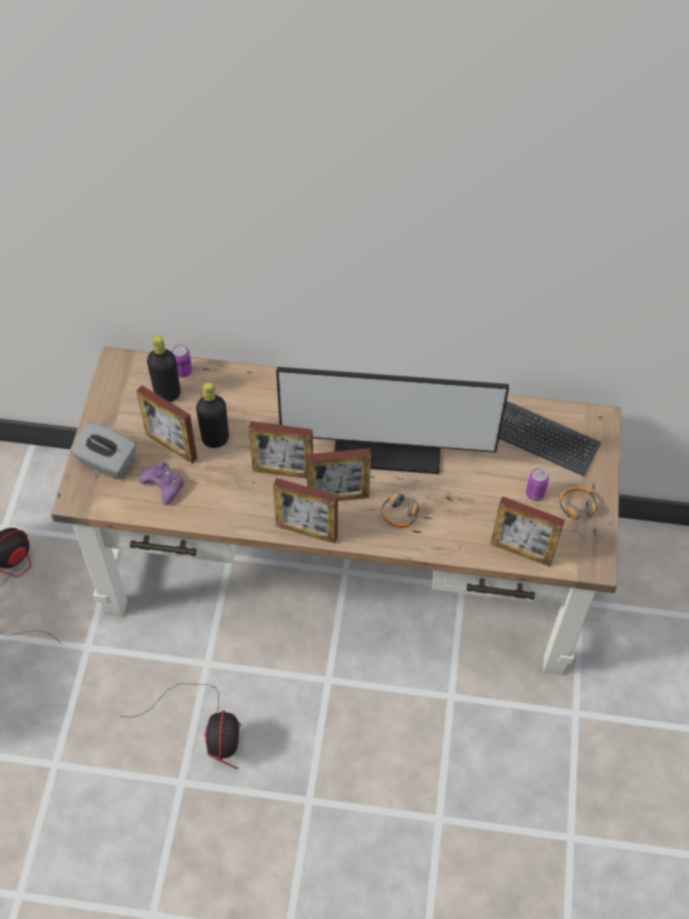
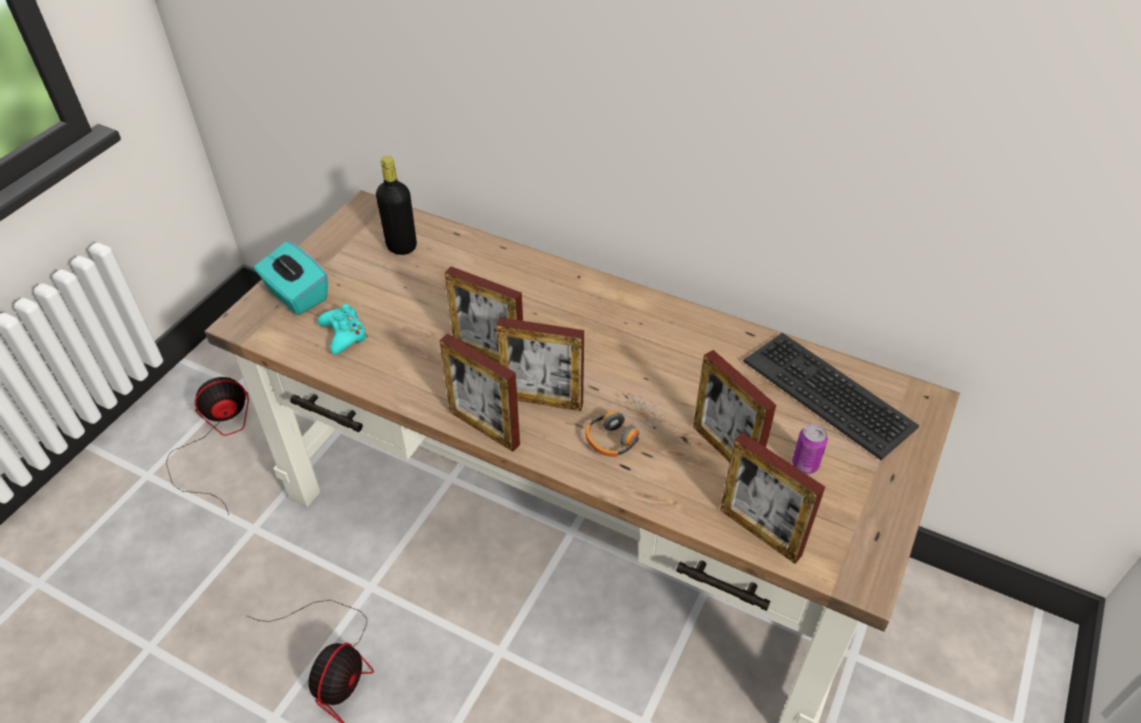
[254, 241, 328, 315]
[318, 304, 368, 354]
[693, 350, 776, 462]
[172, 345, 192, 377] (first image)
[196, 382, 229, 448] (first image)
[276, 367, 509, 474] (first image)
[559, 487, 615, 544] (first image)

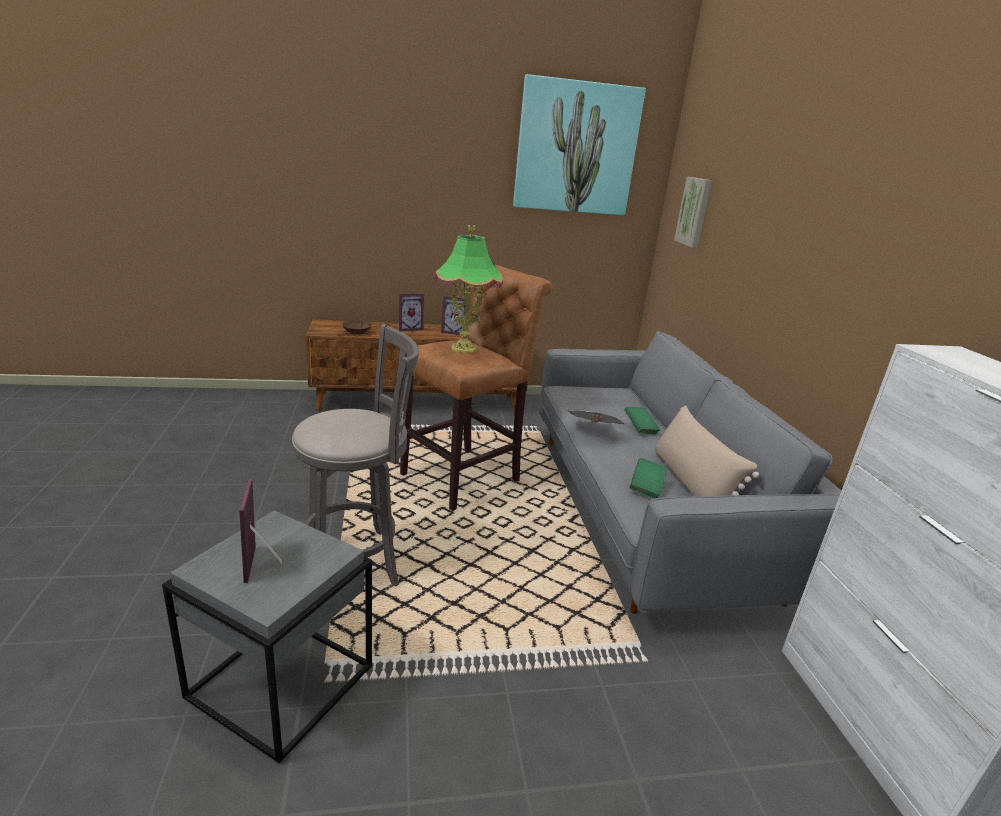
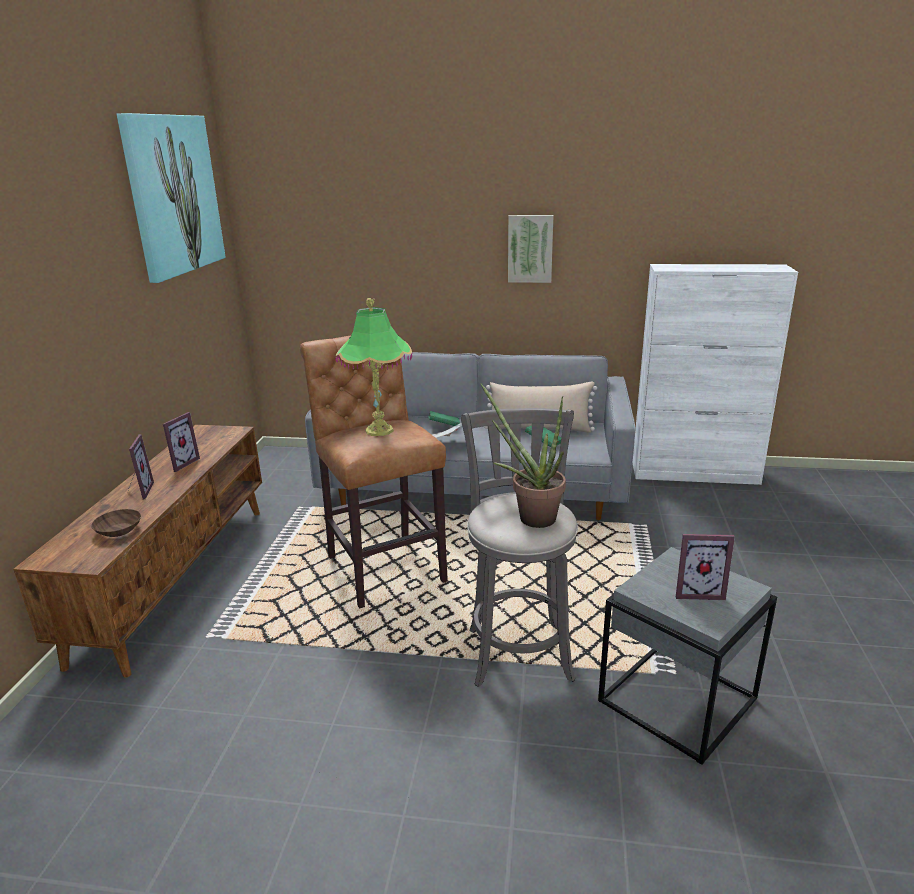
[481, 384, 566, 528]
[508, 215, 554, 283]

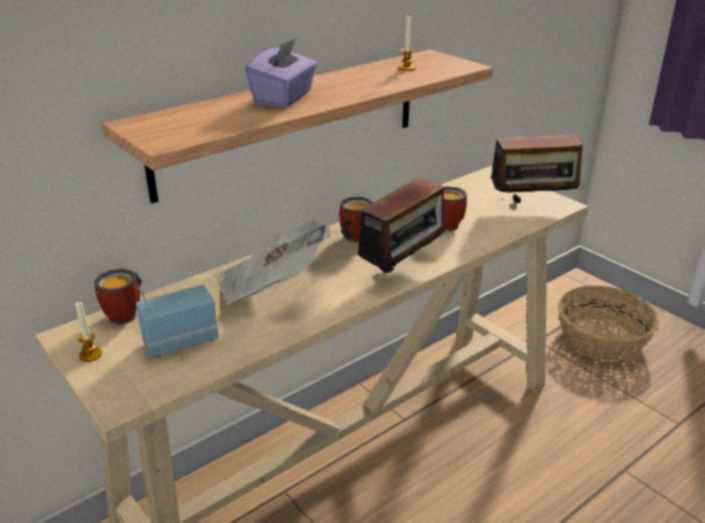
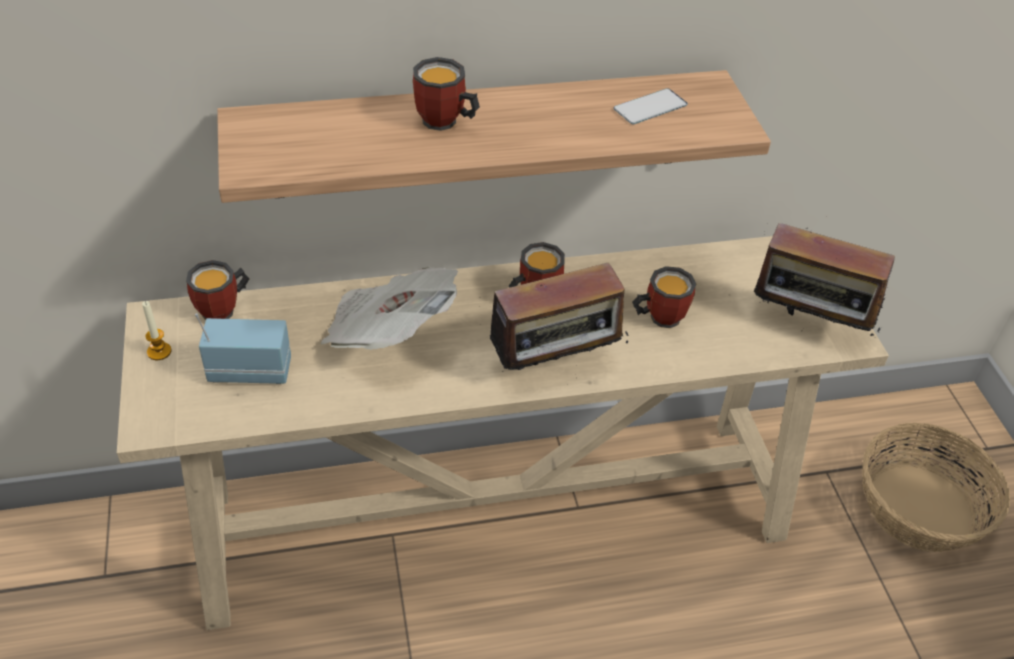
[413, 57, 480, 131]
[614, 88, 688, 124]

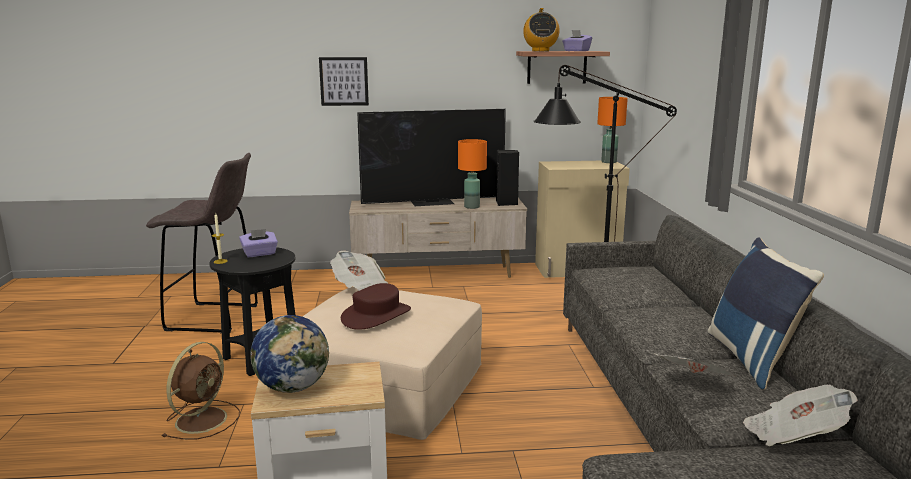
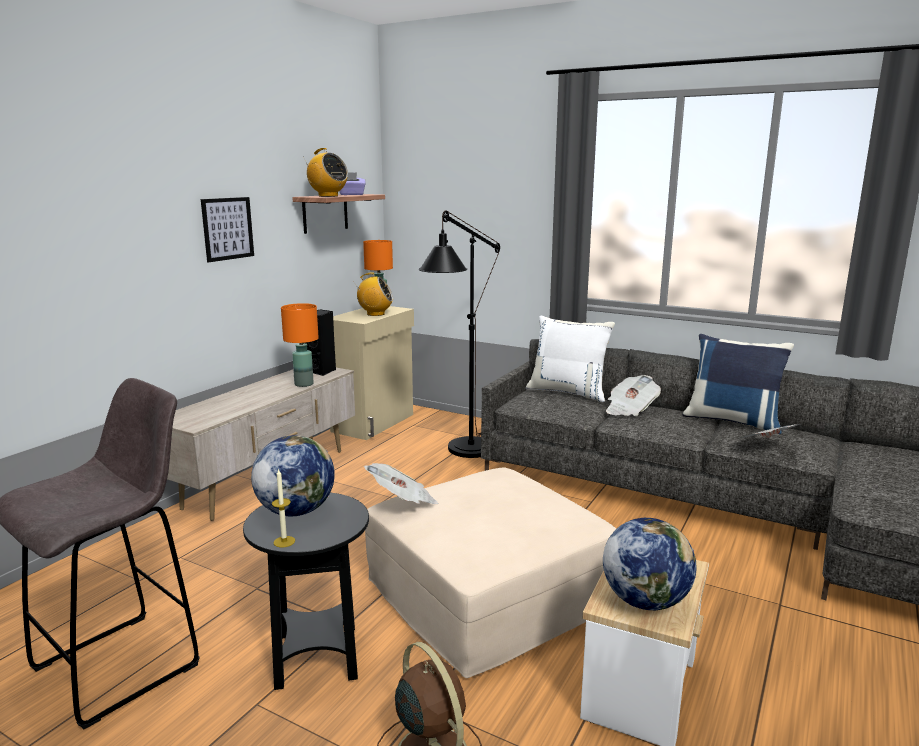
[201, 197, 254, 262]
[251, 435, 335, 516]
[356, 272, 393, 316]
[526, 316, 615, 402]
[606, 375, 661, 416]
[341, 283, 411, 330] (first image)
[357, 109, 506, 206] (first image)

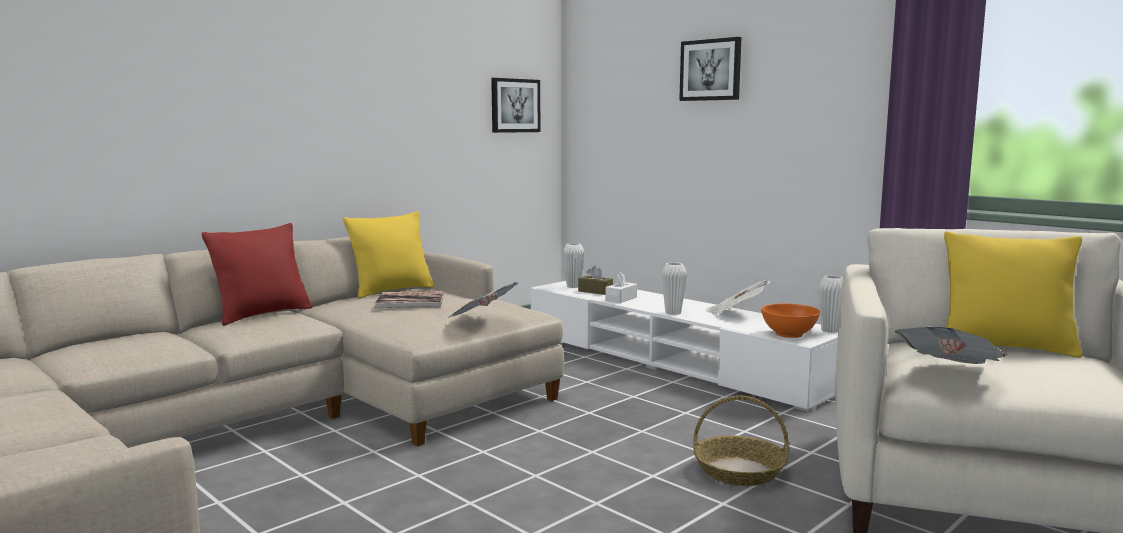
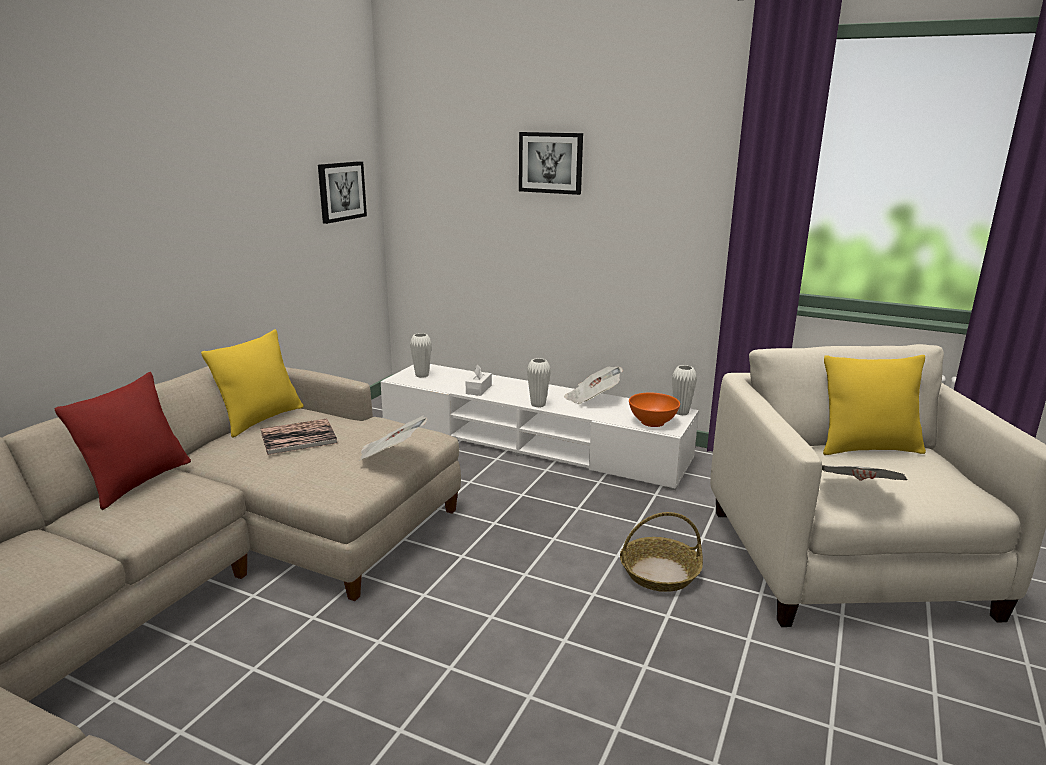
[578, 266, 613, 295] (first image)

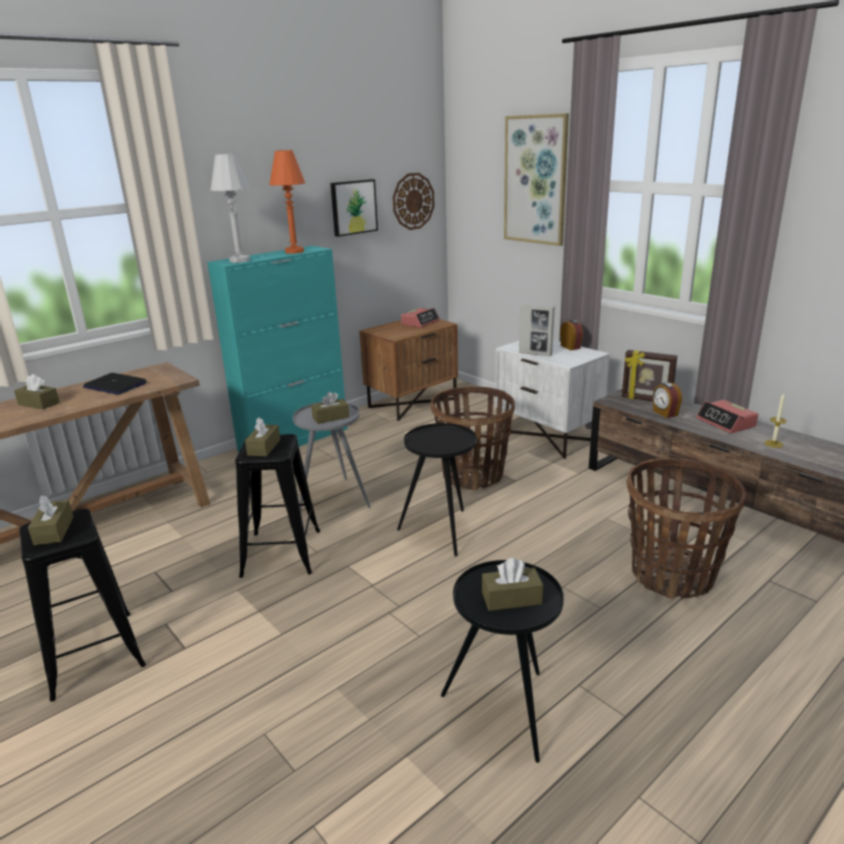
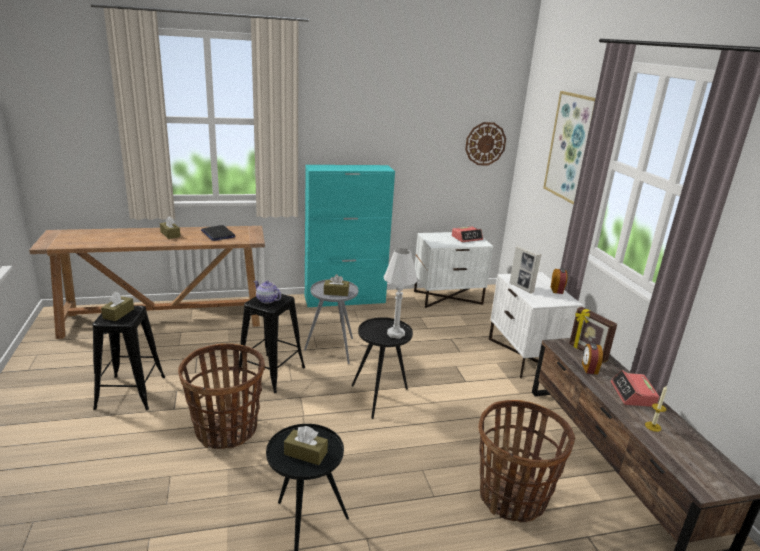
[178, 343, 265, 449]
[254, 281, 281, 304]
[383, 248, 417, 339]
[414, 232, 493, 308]
[269, 150, 305, 254] (first image)
[330, 179, 378, 237] (first image)

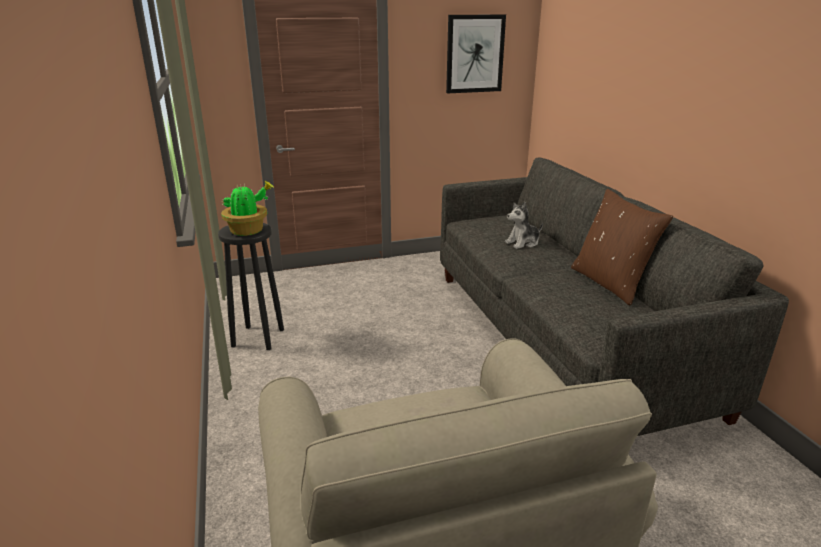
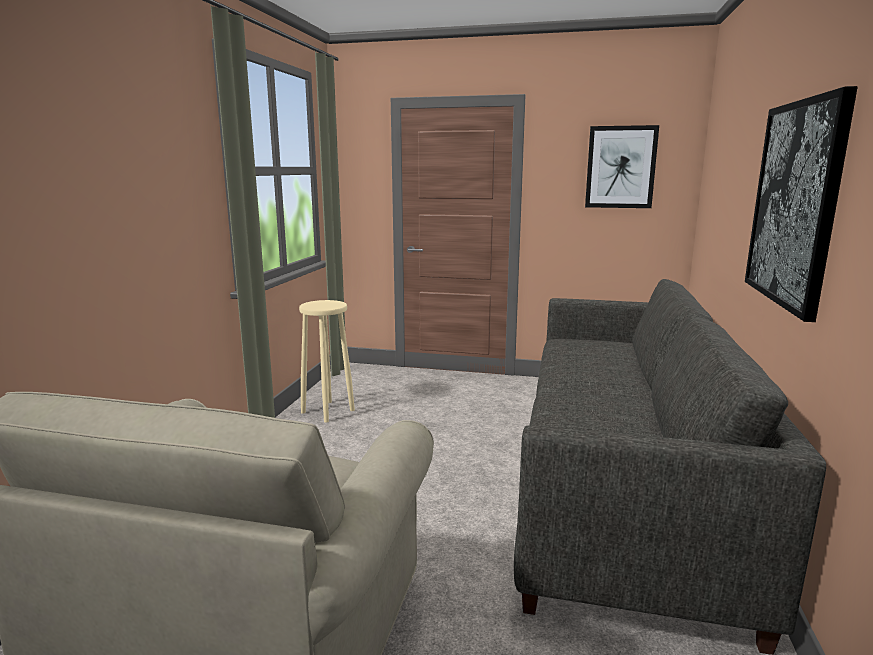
[299, 300, 355, 423]
[745, 86, 858, 322]
[220, 181, 273, 236] (first image)
[505, 202, 543, 249] (first image)
[571, 189, 673, 305] (first image)

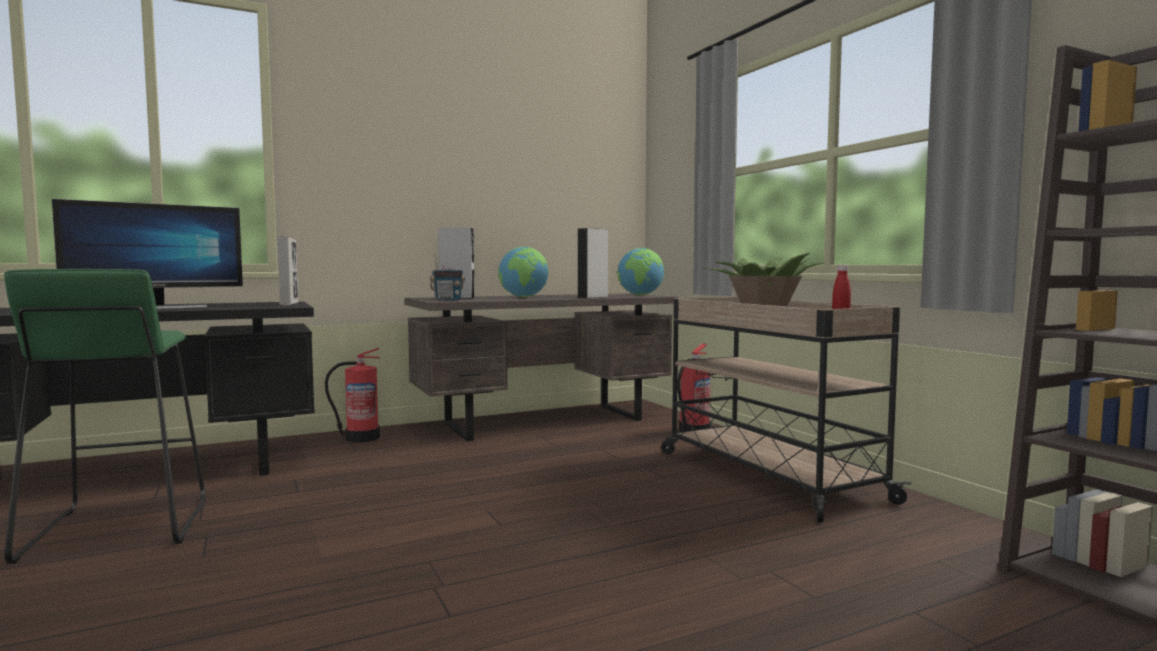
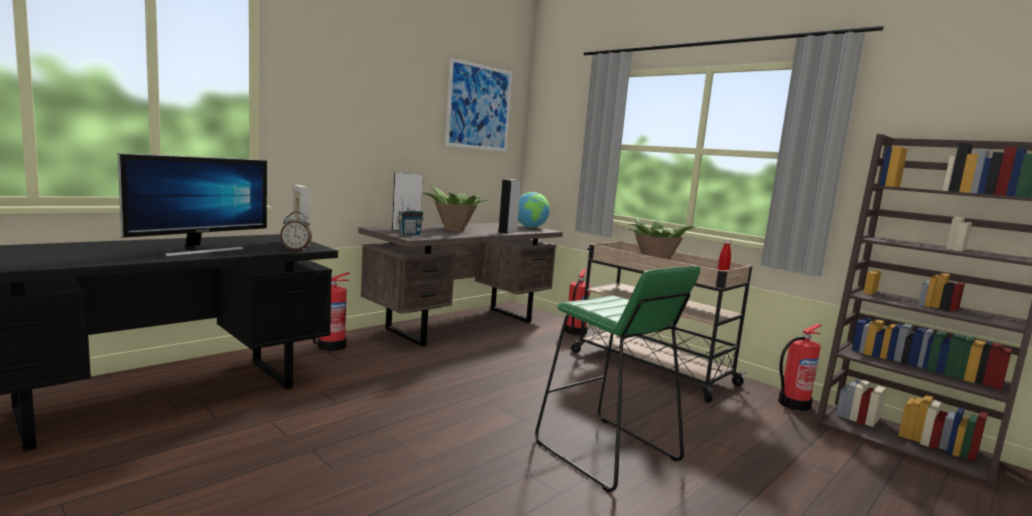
[280, 212, 312, 251]
[422, 186, 491, 231]
[445, 58, 512, 151]
[535, 266, 700, 492]
[778, 323, 822, 411]

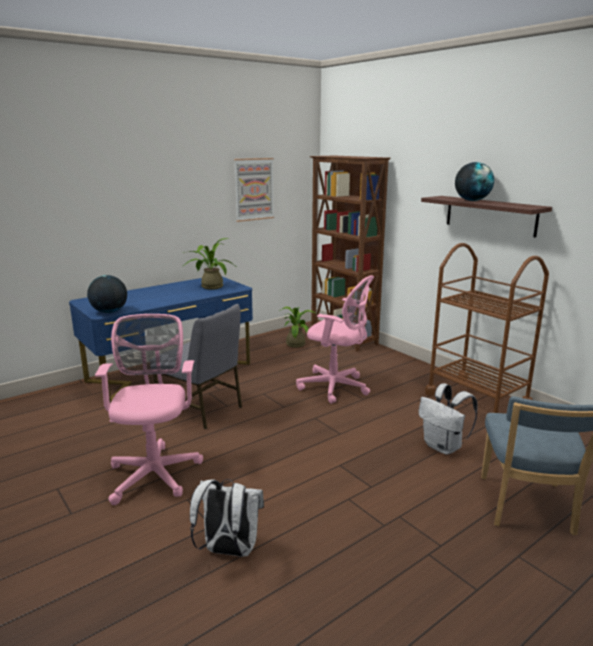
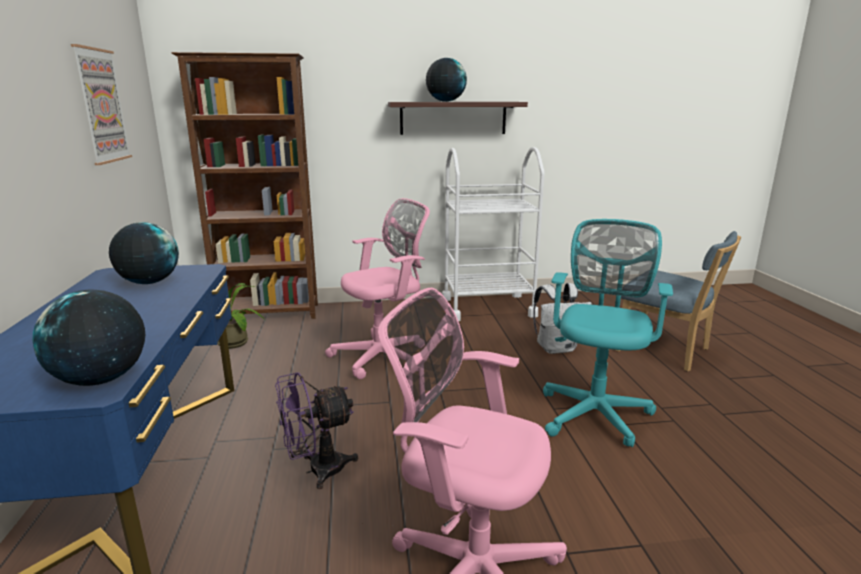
[109, 222, 179, 284]
[275, 372, 358, 489]
[442, 147, 545, 321]
[543, 219, 673, 447]
[190, 479, 264, 557] (first image)

